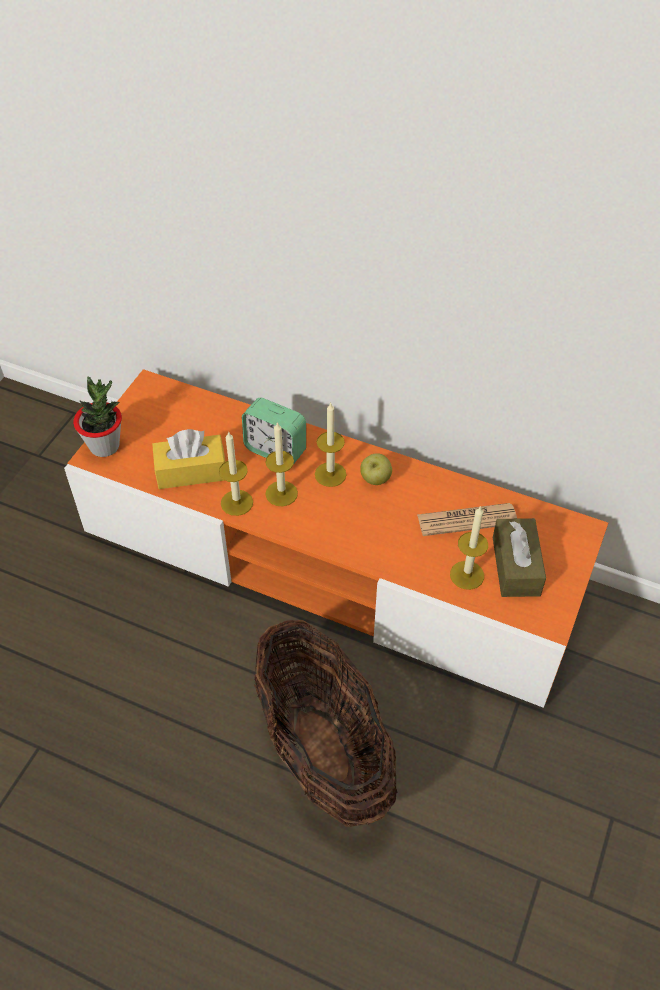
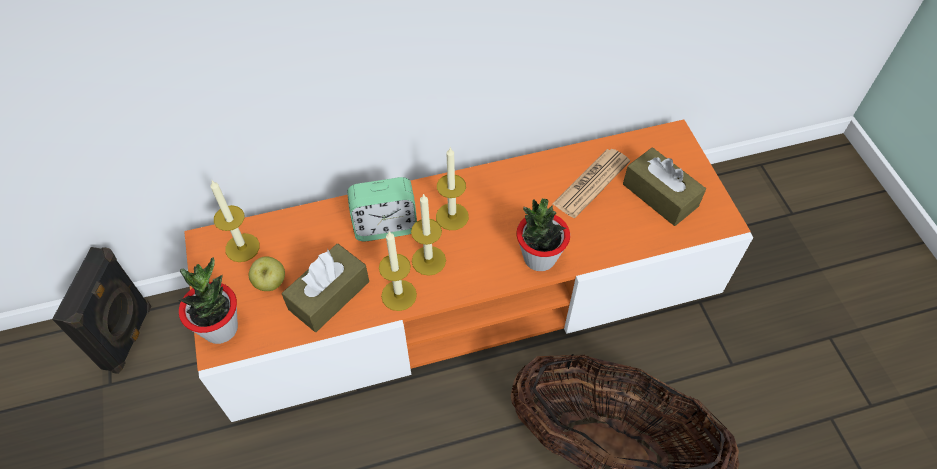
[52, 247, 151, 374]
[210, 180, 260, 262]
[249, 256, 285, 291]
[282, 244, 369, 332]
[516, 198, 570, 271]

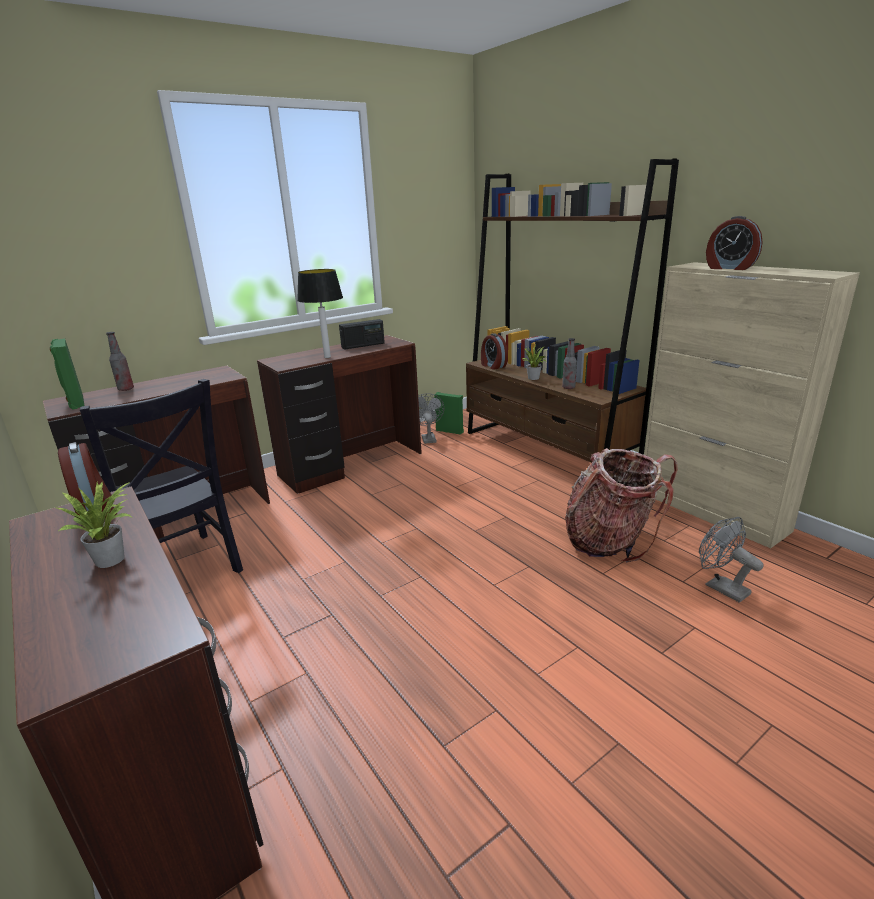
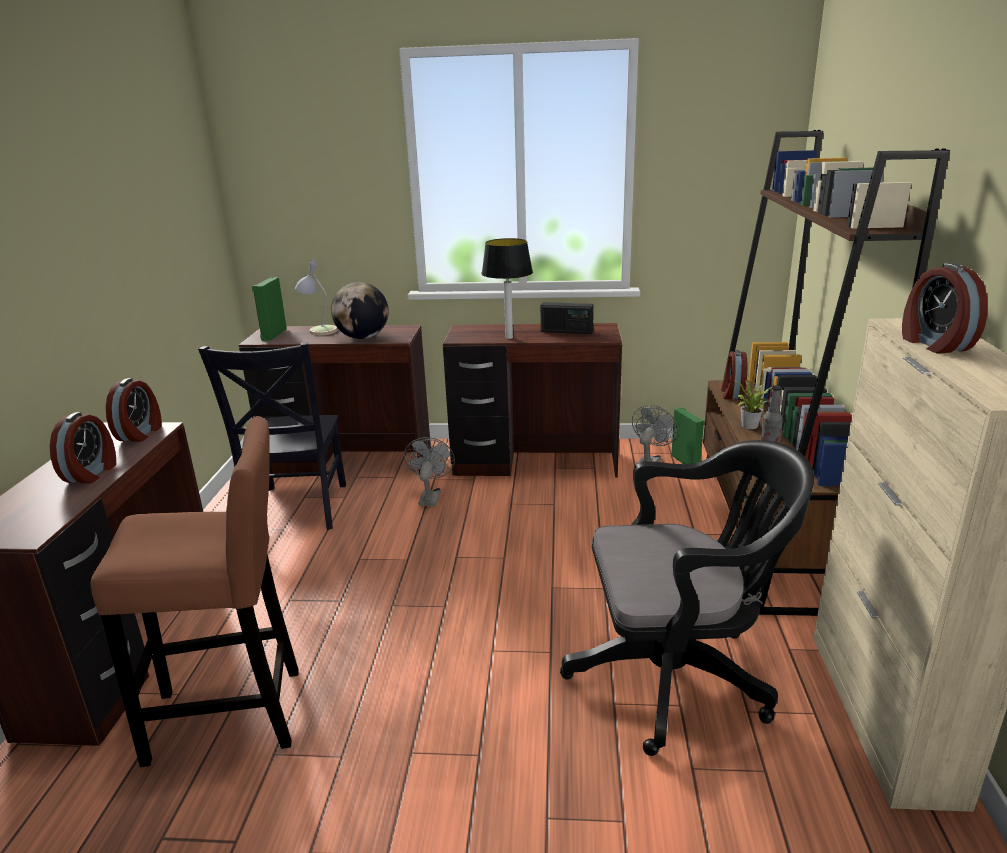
[50, 412, 116, 483]
[91, 416, 299, 767]
[295, 259, 337, 336]
[331, 282, 389, 339]
[404, 437, 455, 506]
[560, 440, 814, 756]

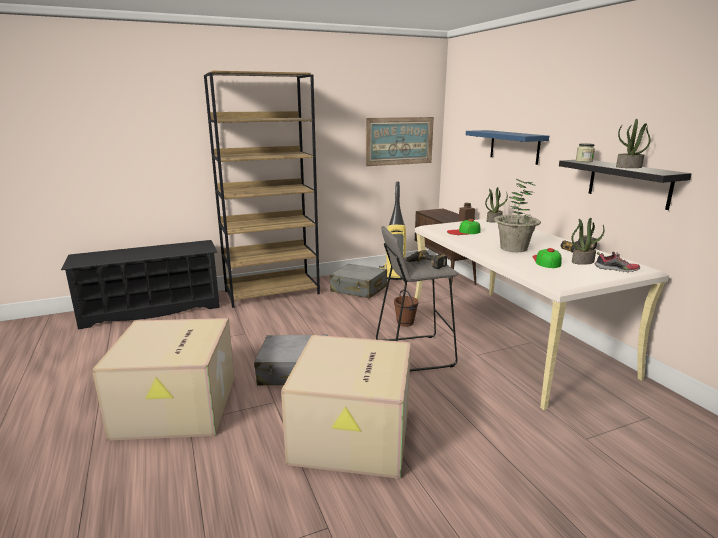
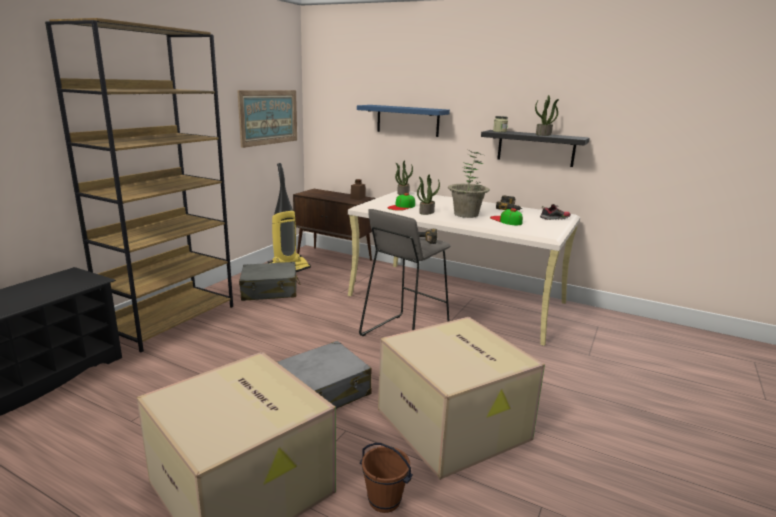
[360, 443, 413, 513]
[417, 174, 440, 215]

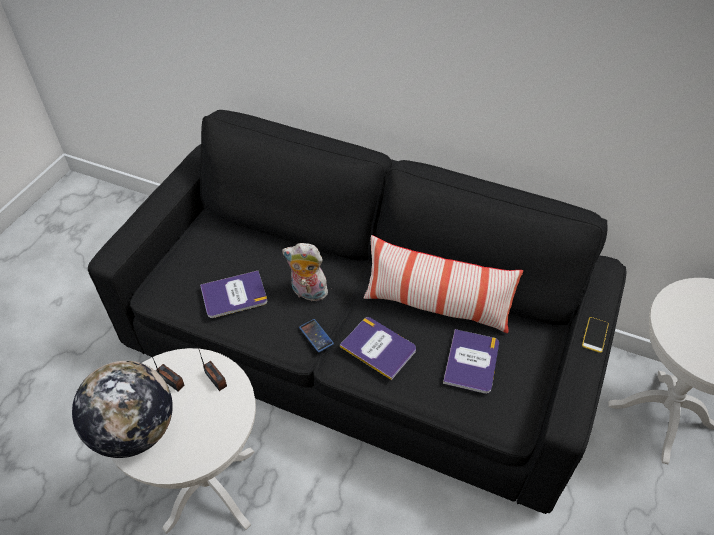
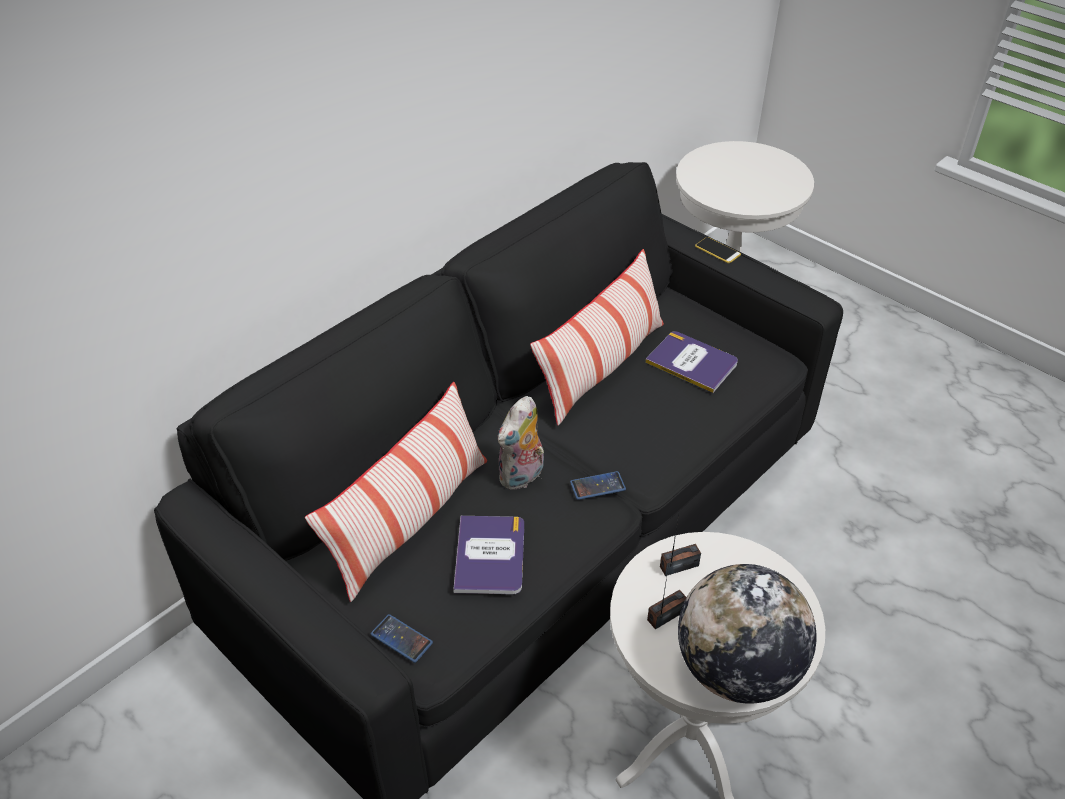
[305, 382, 487, 602]
[371, 614, 433, 663]
[340, 317, 416, 380] (first image)

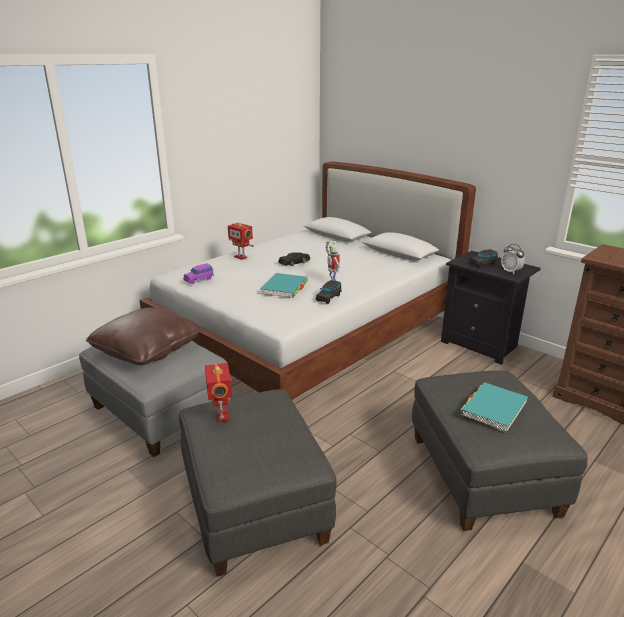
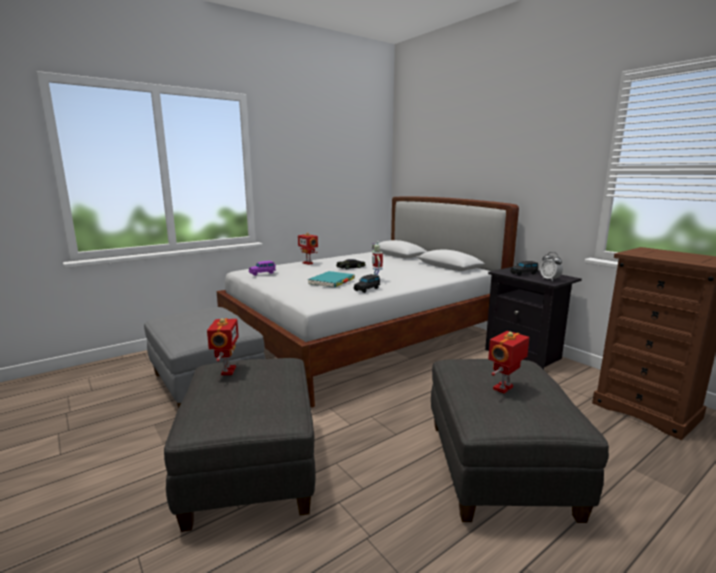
[488, 331, 529, 393]
[86, 307, 202, 365] (first image)

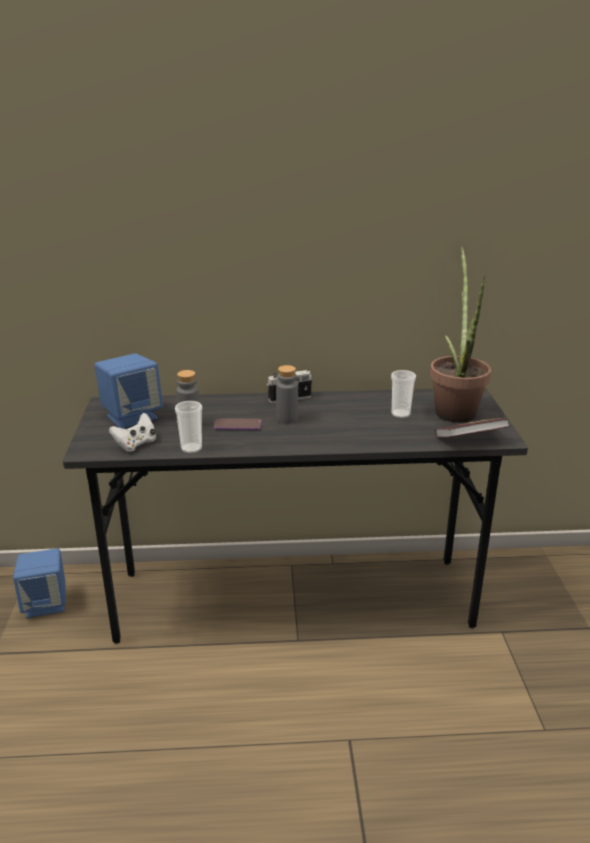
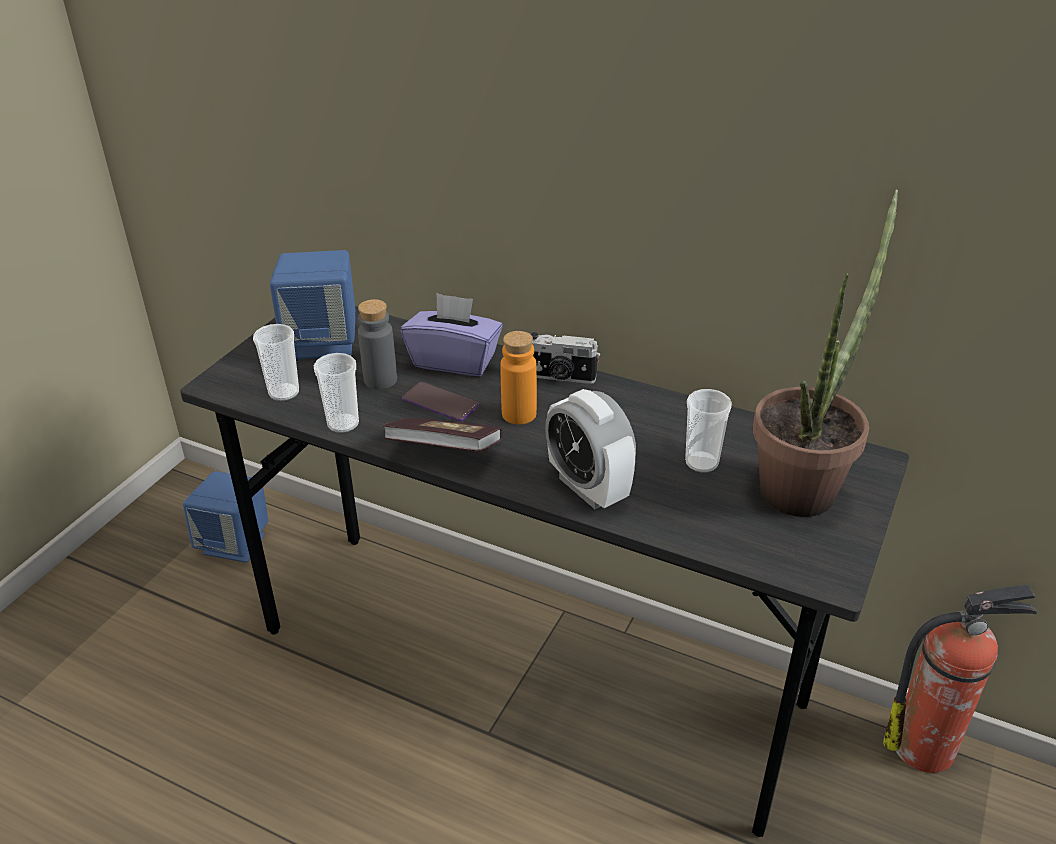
[253, 324, 299, 401]
[383, 418, 502, 452]
[401, 293, 503, 376]
[500, 331, 537, 424]
[545, 389, 636, 509]
[883, 585, 1037, 773]

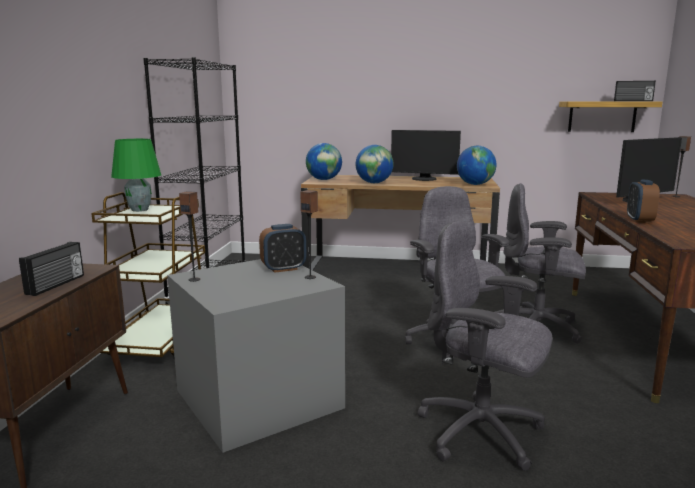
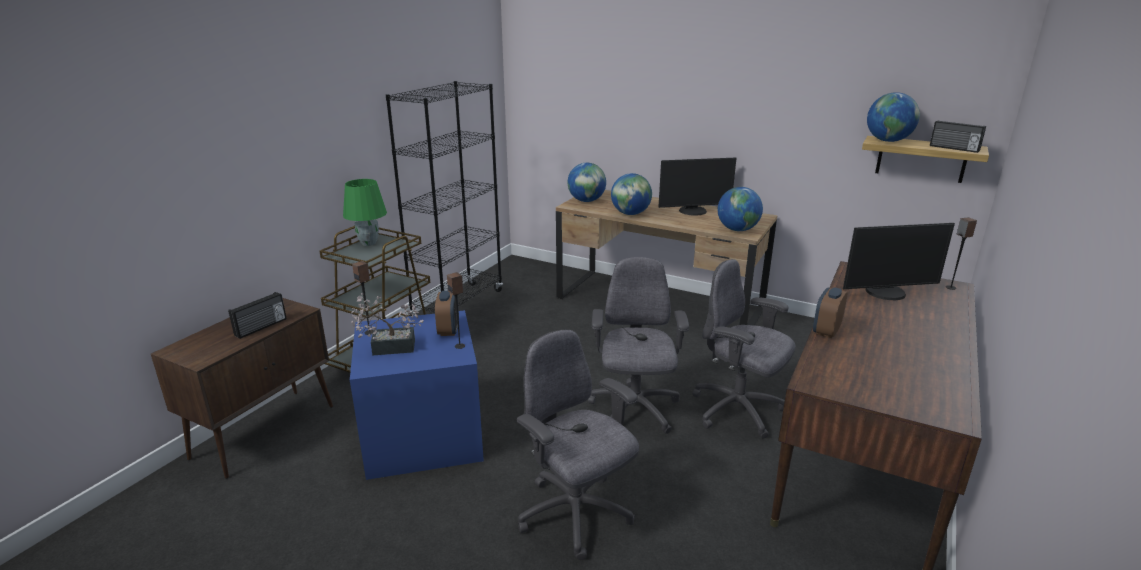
[350, 310, 484, 480]
[351, 293, 424, 356]
[435, 291, 459, 336]
[658, 158, 736, 215]
[867, 92, 920, 142]

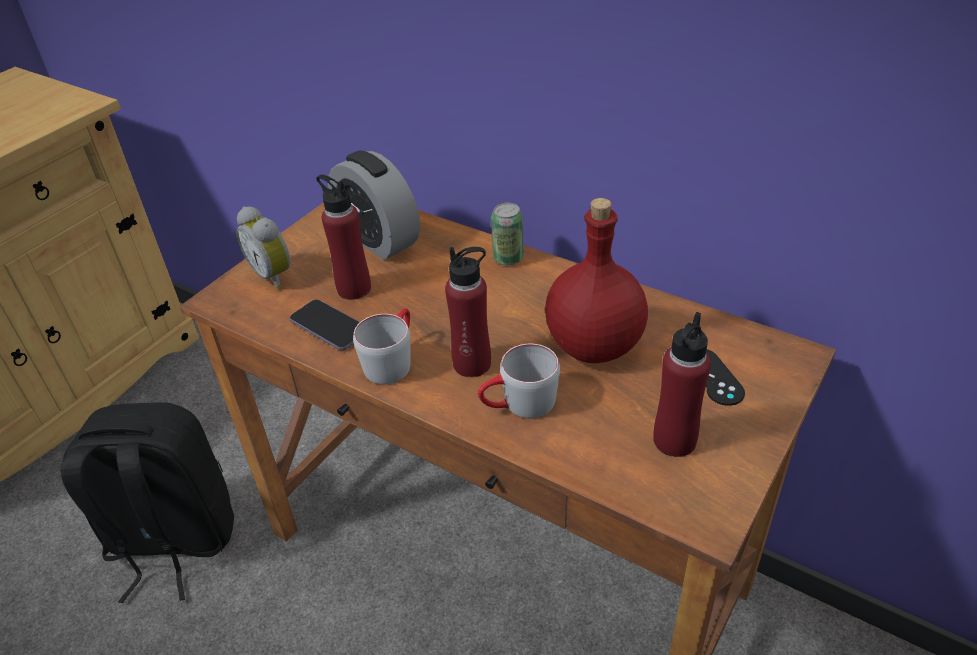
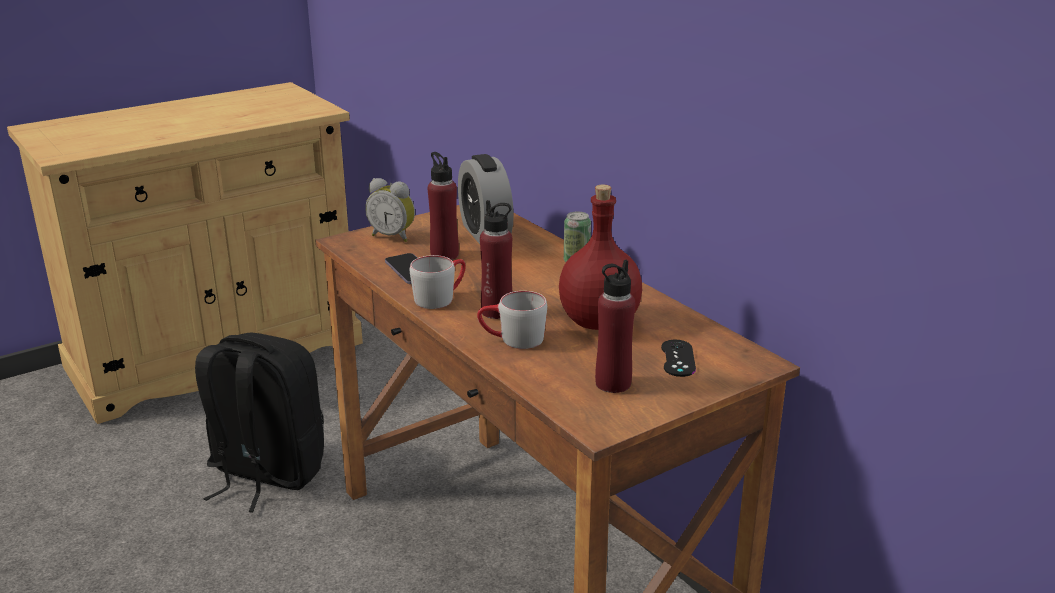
[365, 178, 415, 242]

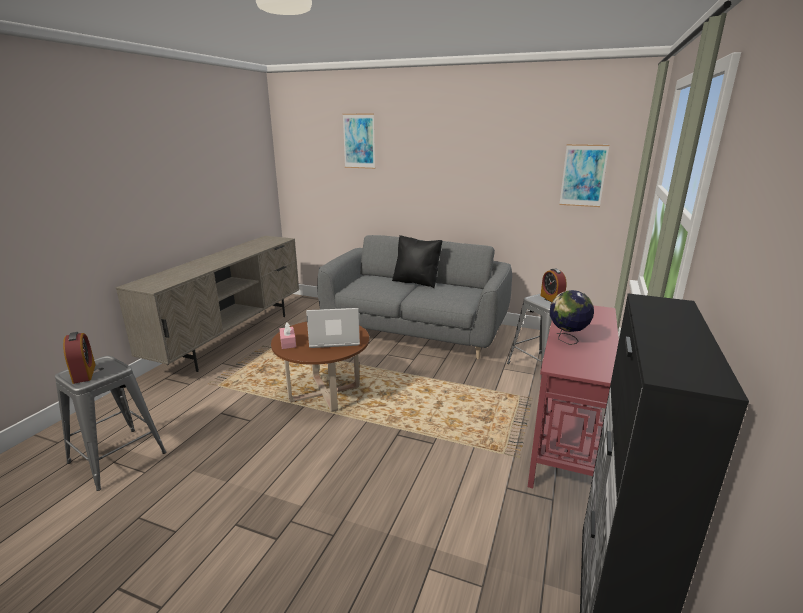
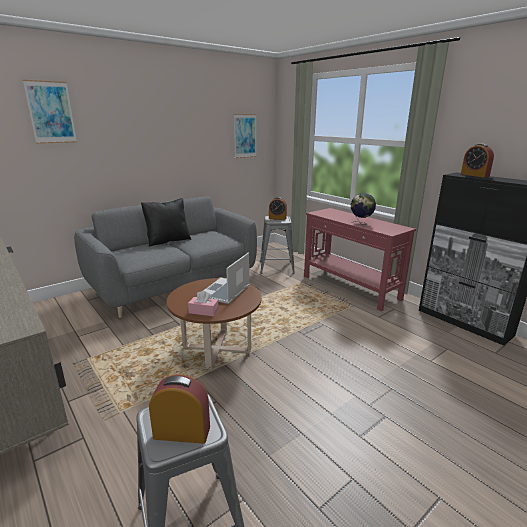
[461, 144, 494, 177]

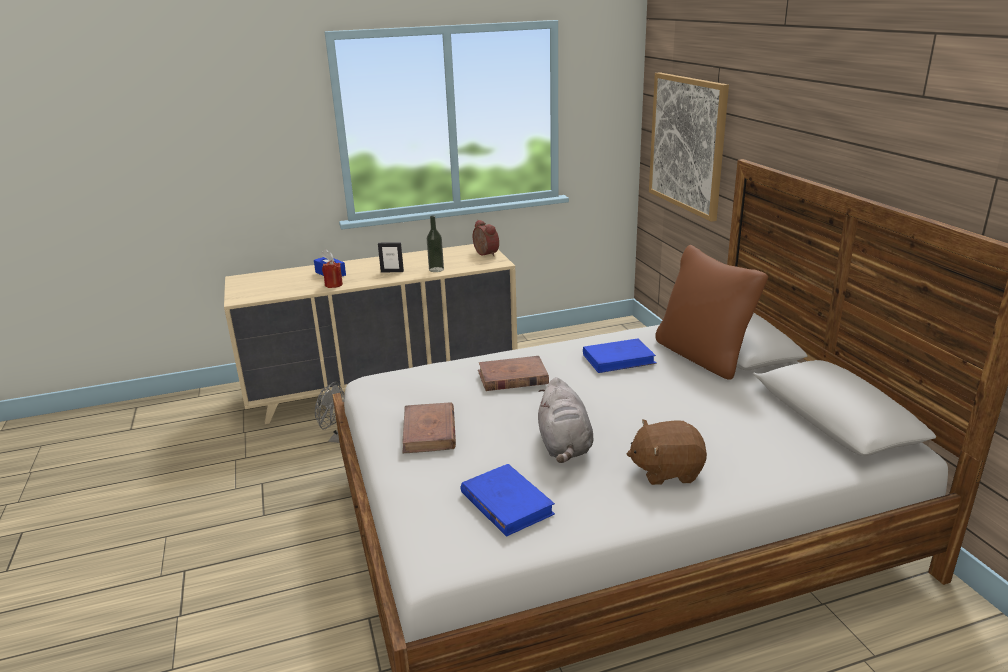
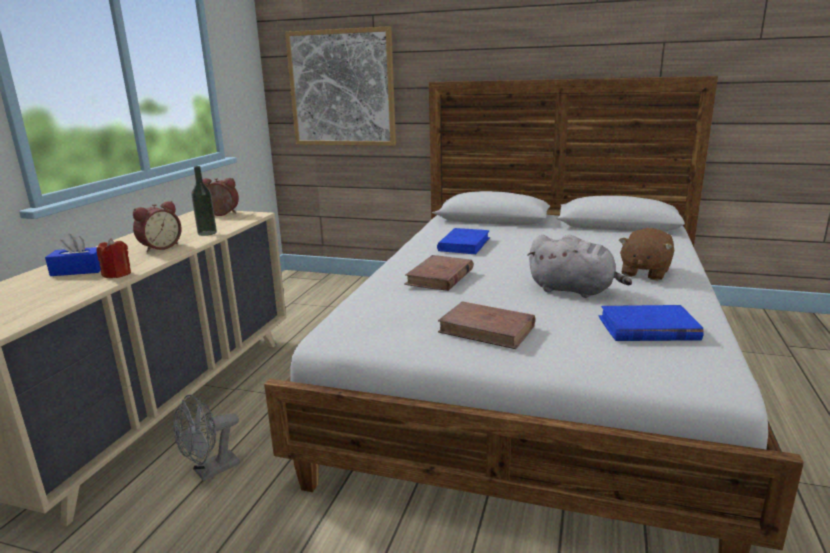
[133, 201, 182, 252]
[655, 245, 768, 380] (first image)

